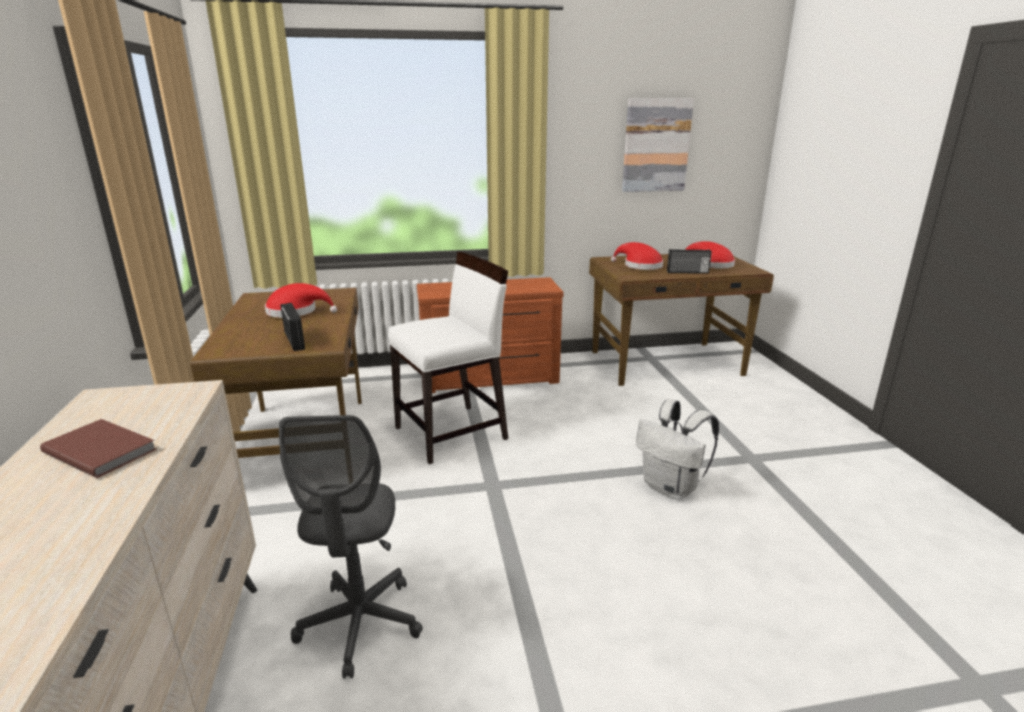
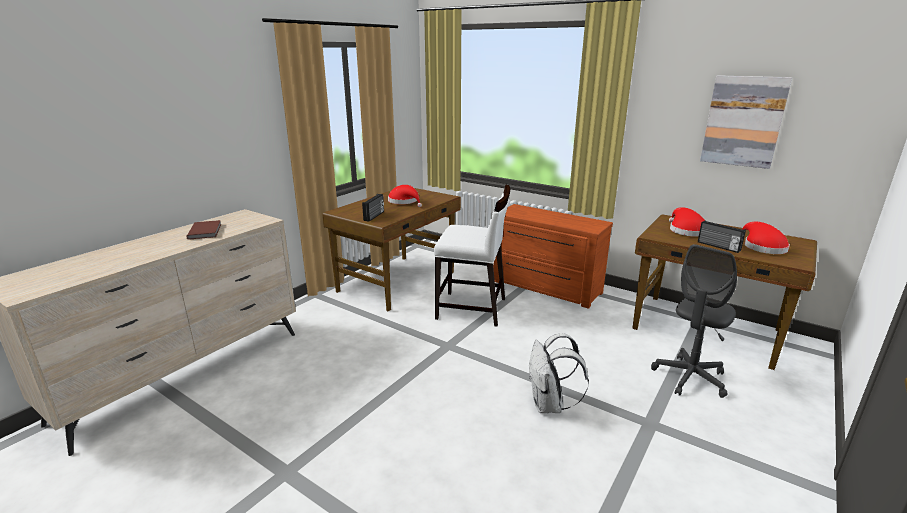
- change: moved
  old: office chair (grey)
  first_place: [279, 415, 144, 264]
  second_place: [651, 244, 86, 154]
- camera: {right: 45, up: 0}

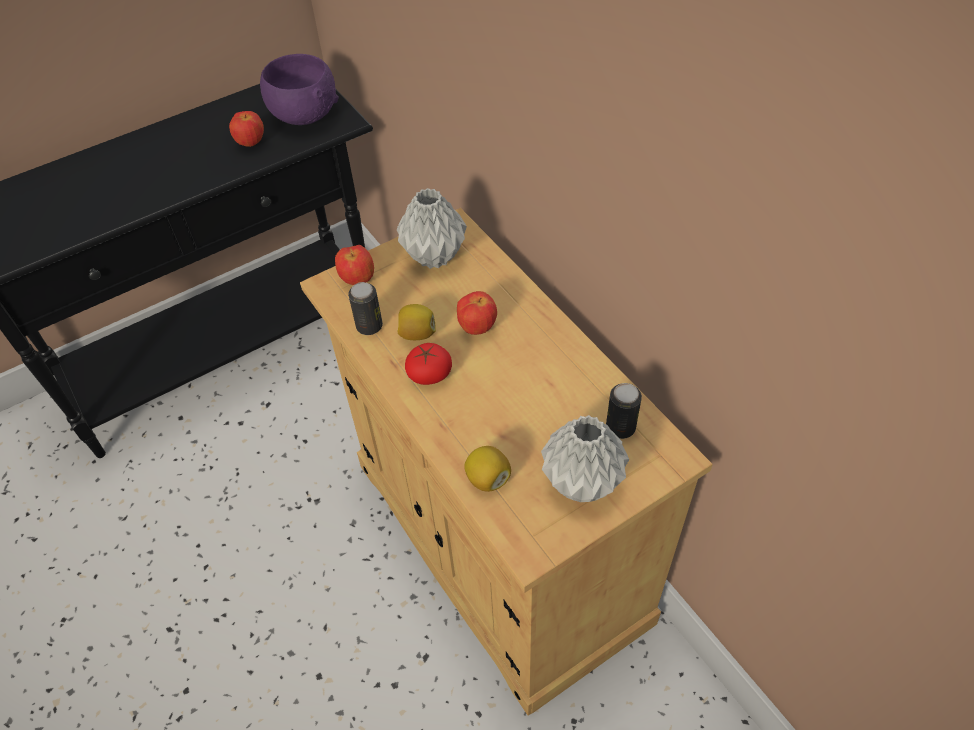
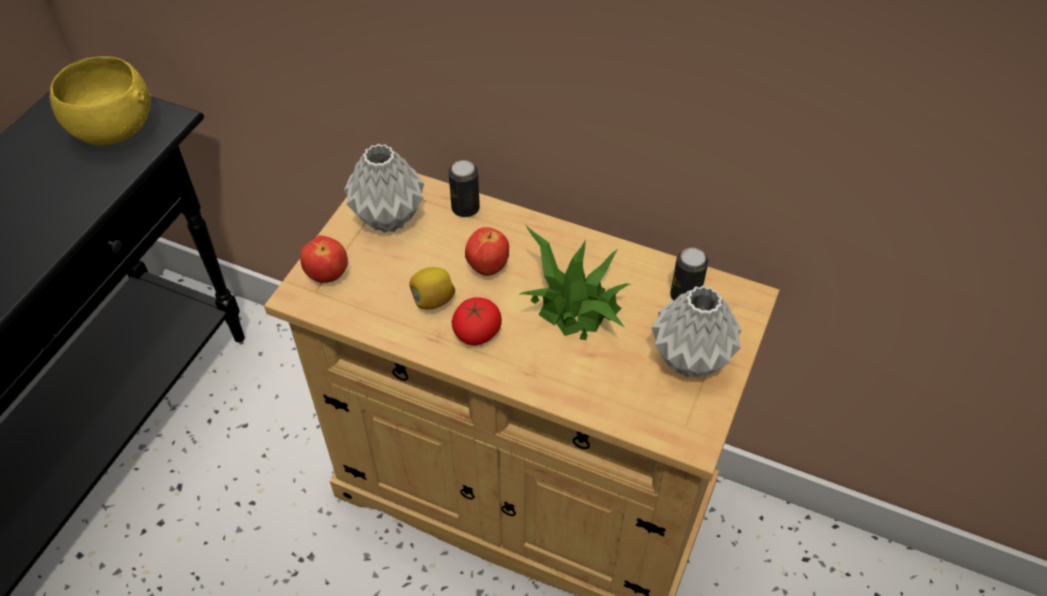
- change: recoloured
  old: bowl (purple)
  new: bowl (yellow)
  first_place: [260, 54, 79, 71]
  second_place: [50, 56, 101, 89]
- change: removed
  old: apple
  first_place: [229, 111, 35, 36]
- change: moved
  old: can
  first_place: [348, 282, 35, 53]
  second_place: [449, 160, 31, 57]
- change: removed
  old: lemon
  first_place: [464, 446, 47, 46]
- change: added
  new: potted plant
  second_place: [520, 224, 111, 116]
- camera: {right: -35, up: 0}

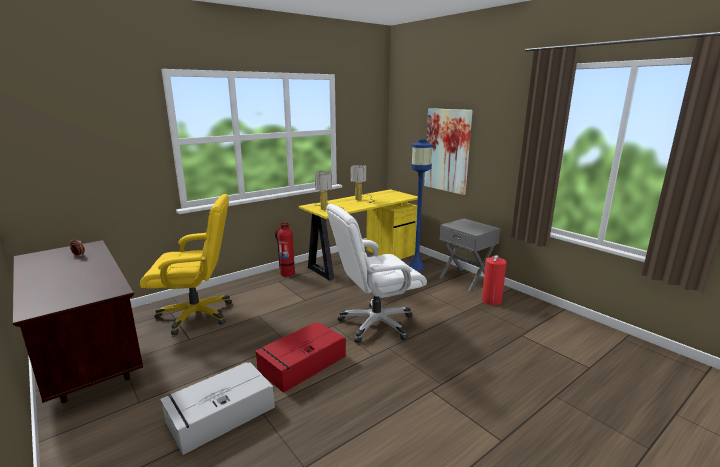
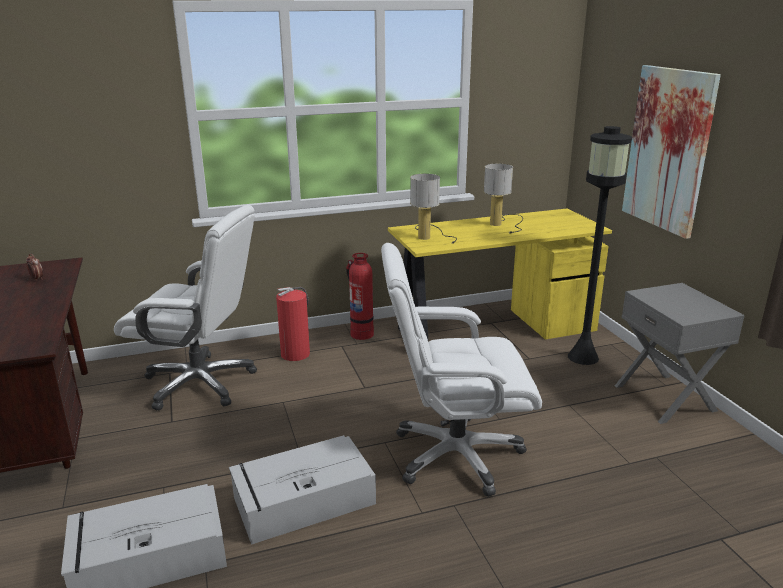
- change: recoloured
  old: floor lamp (blue)
  new: floor lamp (black)
  first_place: [409, 139, 24, 132]
  second_place: [568, 126, 64, 239]
- change: recoloured
  old: office chair (yellow)
  new: office chair (white)
  first_place: [140, 194, 92, 141]
  second_place: [114, 205, 143, 205]
- change: moved
  old: fire extinguisher
  first_place: [482, 255, 25, 50]
  second_place: [276, 287, 34, 74]
- change: recoloured
  old: storage box (red)
  new: storage box (grey)
  first_place: [255, 322, 91, 71]
  second_place: [229, 435, 147, 110]
- camera: {right: 20, up: 5}

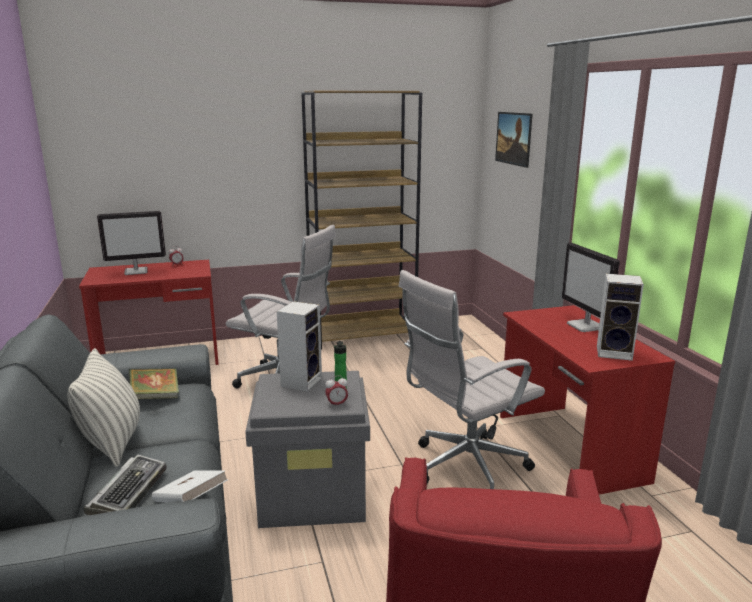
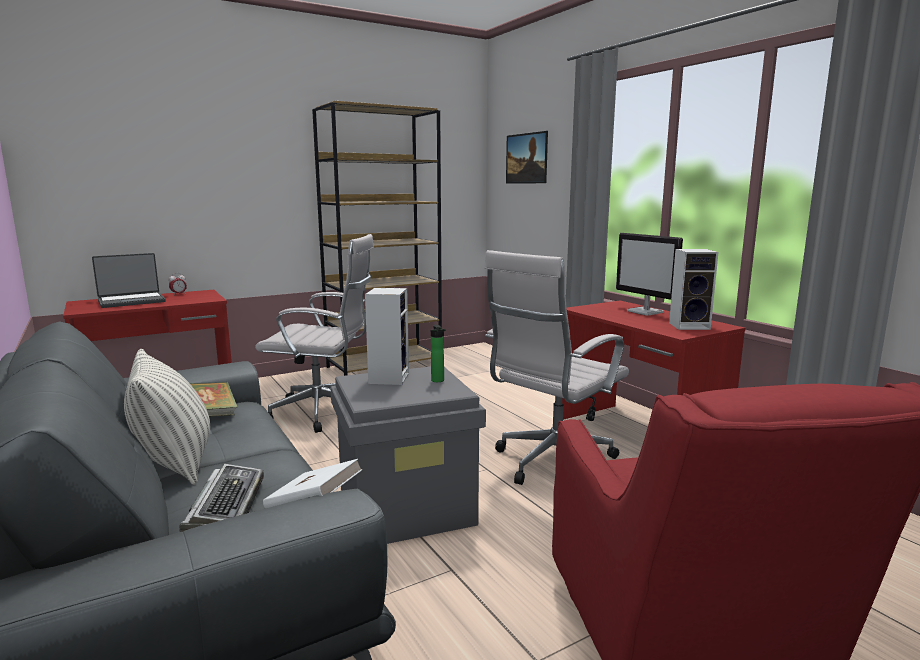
- change: replaced
  old: monitor
  new: laptop
  first_place: [97, 211, 69, 64]
  second_place: [92, 253, 74, 55]
- change: removed
  old: alarm clock
  first_place: [325, 376, 23, 31]
- camera: {right: -15, up: -5}

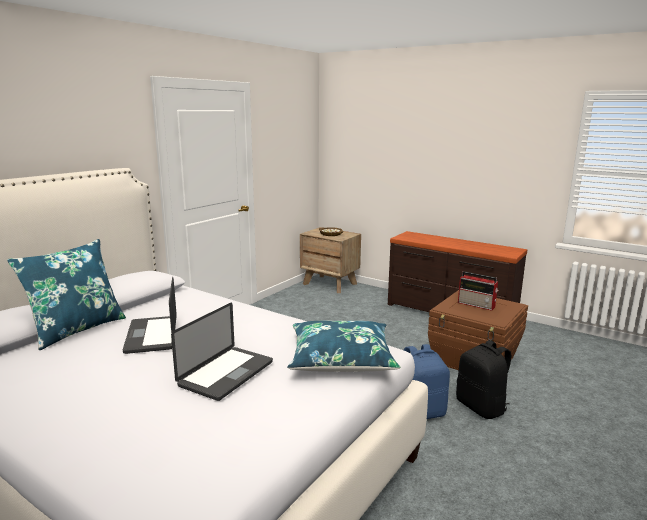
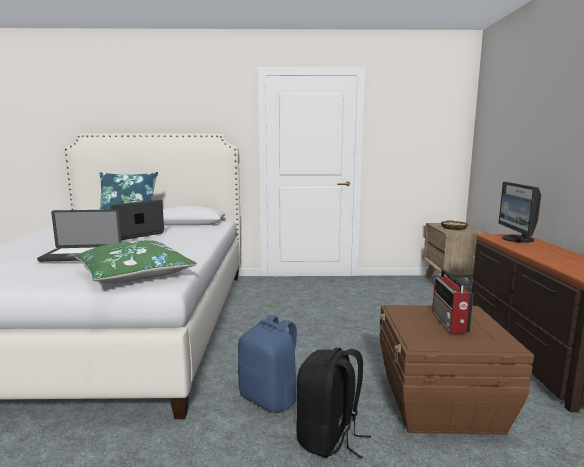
- change: recoloured
  old: pillow (blue)
  new: pillow (green)
  first_place: [287, 321, 113, 51]
  second_place: [75, 240, 122, 44]
- change: added
  new: monitor
  second_place: [498, 182, 43, 61]
- camera: {right: 55, up: -5}

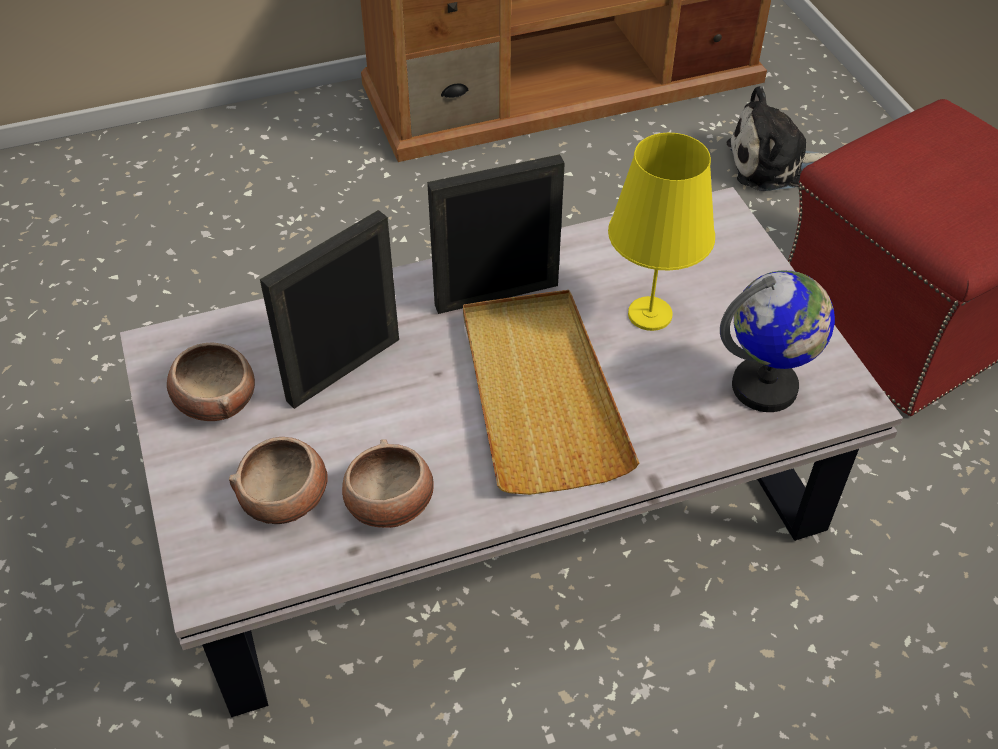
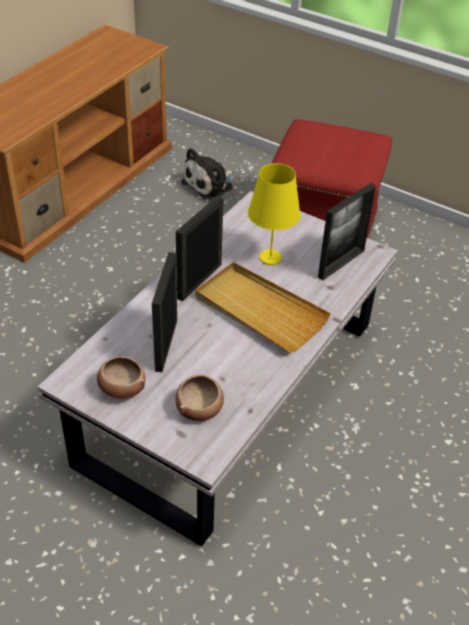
- change: replaced
  old: globe
  new: picture frame
  first_place: [720, 271, 115, 141]
  second_place: [318, 183, 58, 97]
- change: removed
  old: bowl
  first_place: [342, 439, 92, 89]
- camera: {right: -40, up: -5}

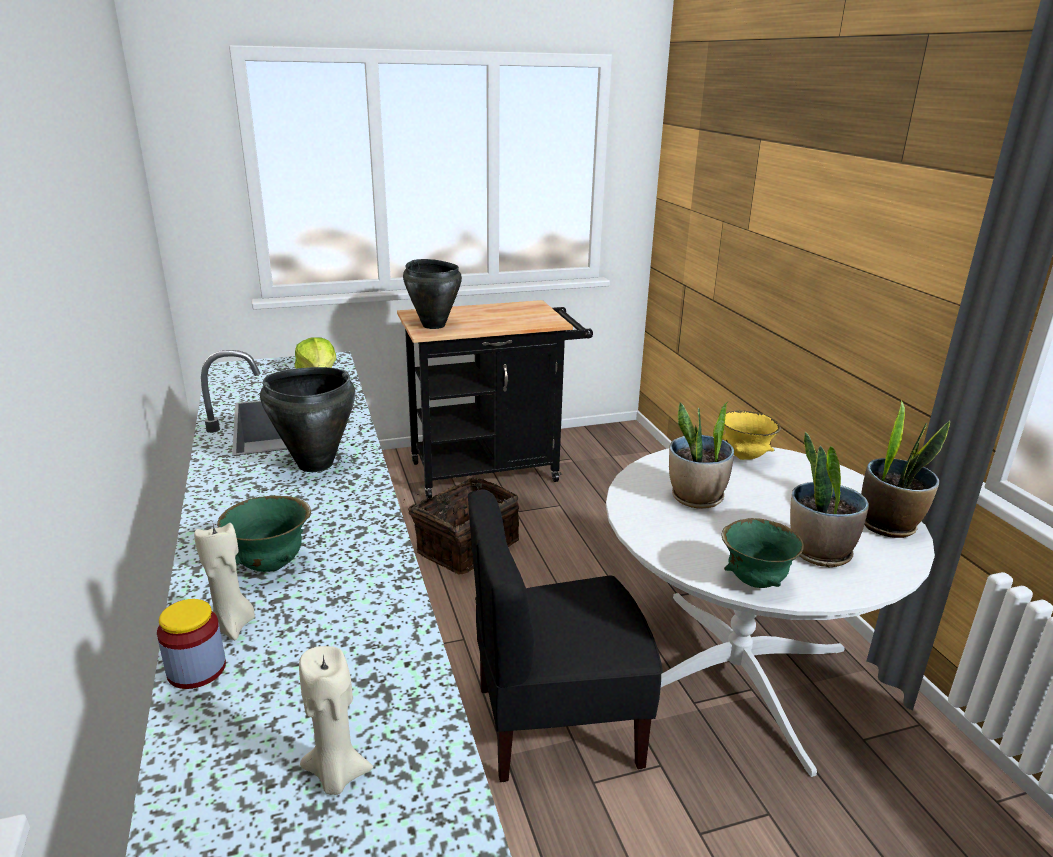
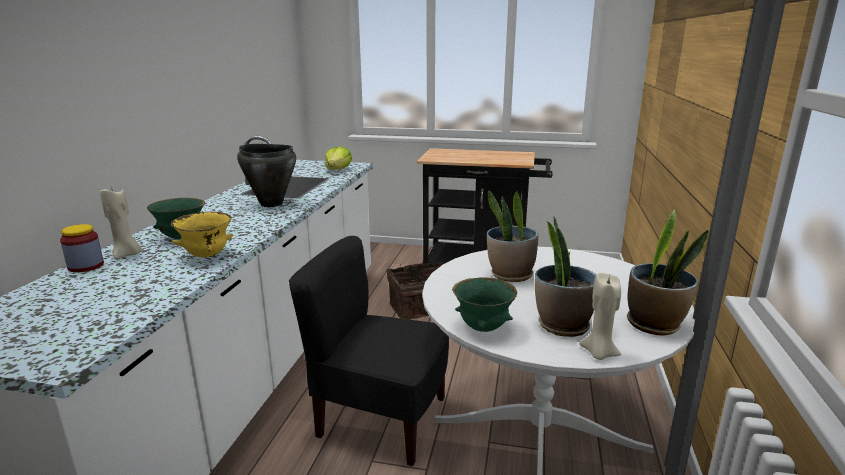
- change: removed
  old: cooking pot (black)
  first_place: [403, 259, 59, 70]
- change: moved
  old: bowl (yellow)
  first_place: [722, 411, 59, 49]
  second_place: [171, 212, 62, 46]
- change: moved
  old: candle (beige)
  first_place: [299, 646, 74, 149]
  second_place: [579, 273, 42, 87]
- camera: {right: 30, up: -5}

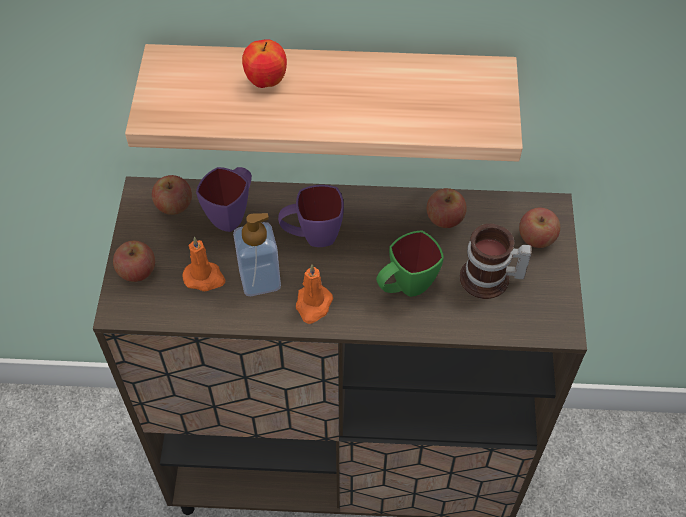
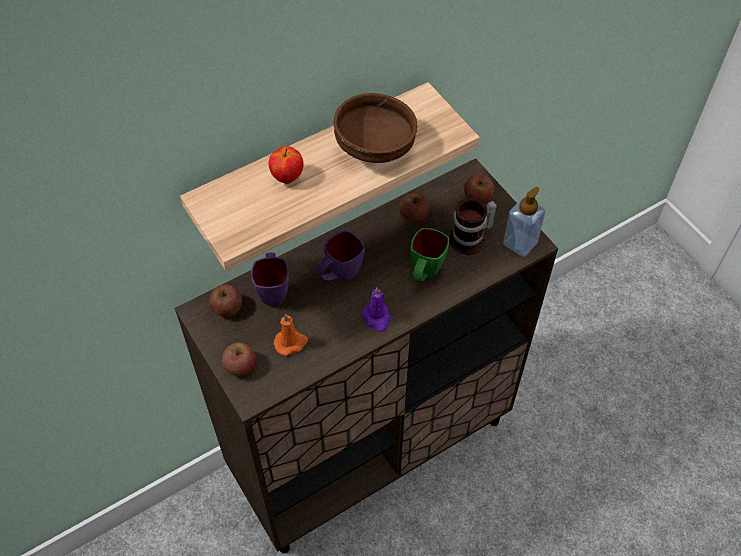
- change: moved
  old: soap dispenser
  first_place: [233, 213, 48, 83]
  second_place: [503, 187, 43, 70]
- change: recoloured
  old: candle (orange)
  new: candle (purple)
  first_place: [296, 264, 37, 60]
  second_place: [361, 287, 30, 45]
- change: added
  new: bowl (brown)
  second_place: [334, 93, 83, 70]
- camera: {right: -35, up: 0}

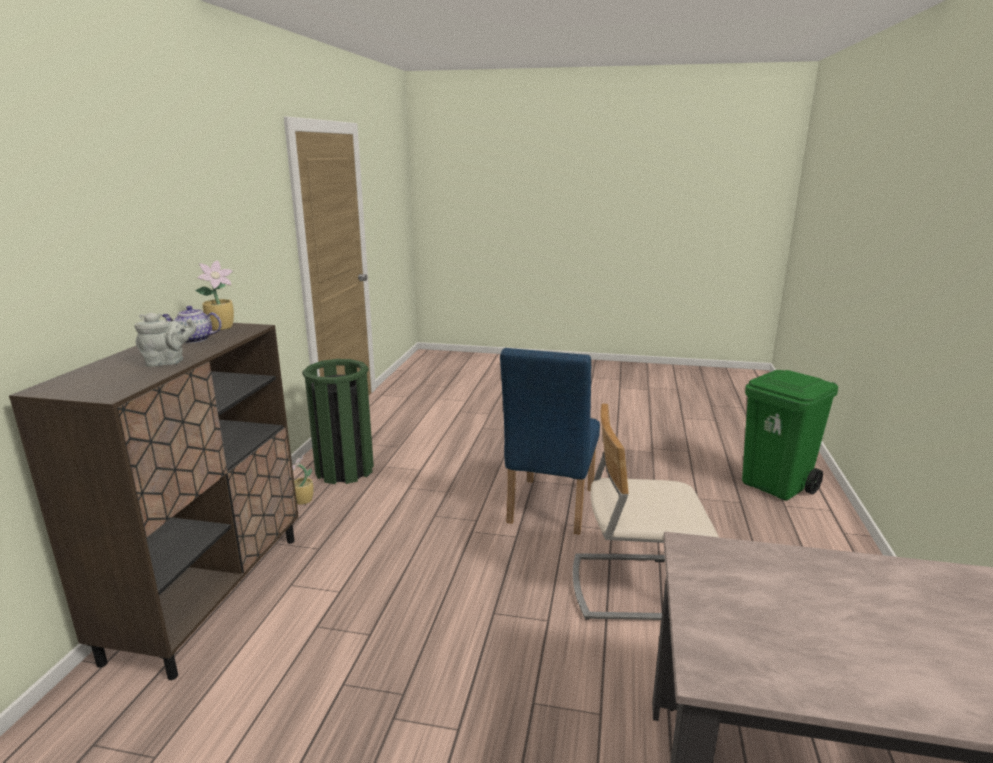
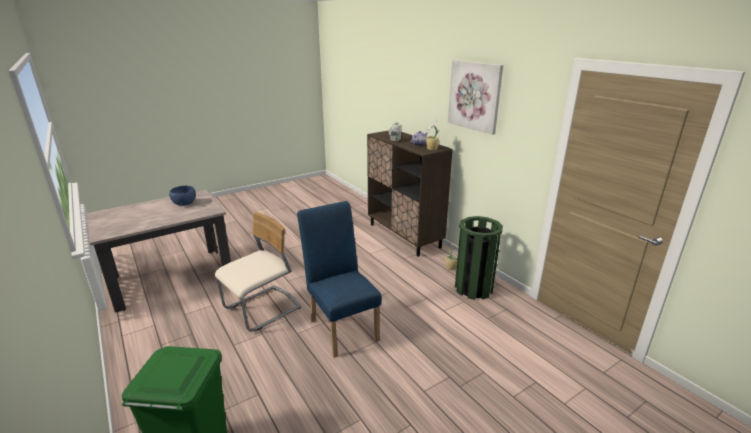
- change: added
  new: picture
  second_place: [448, 60, 55, 75]
- change: added
  new: bowl (blue)
  second_place: [169, 186, 27, 19]
- camera: {right: 135, up: 5}

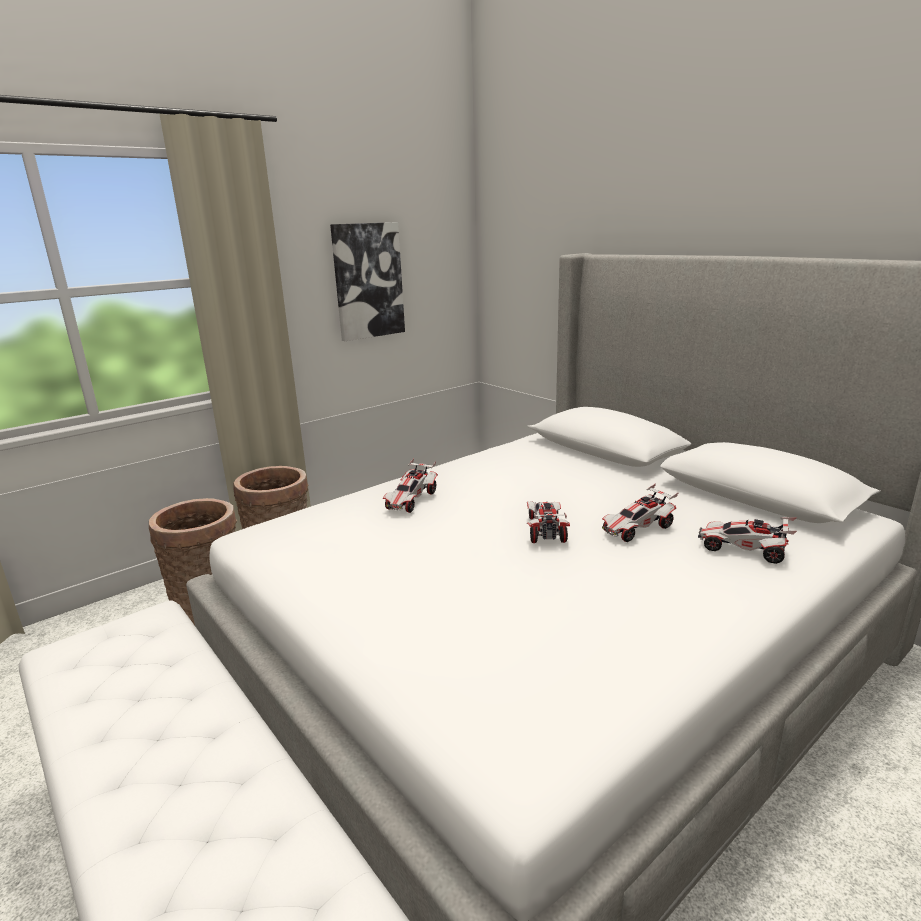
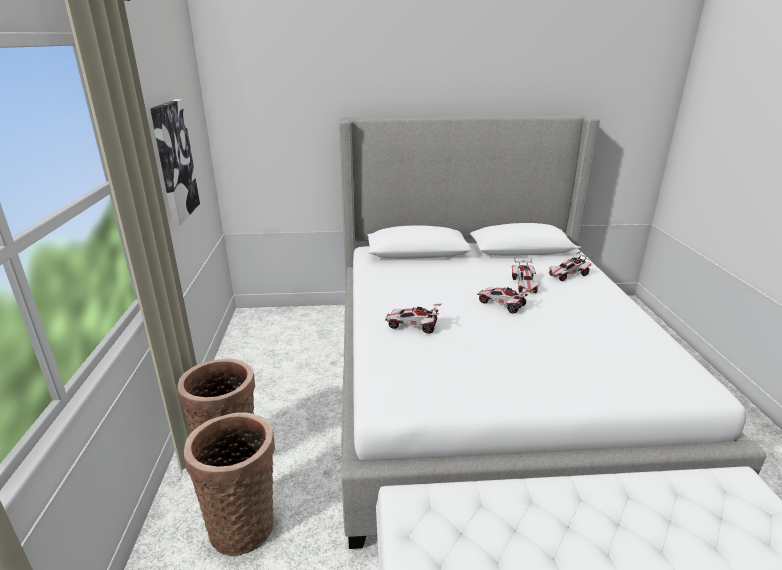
- change: turned
  old: toy car
  first_place: [383, 458, 55, 55]
  second_place: [385, 304, 57, 30]
  degrees: 135
- camera: {right: -55, up: 5}

